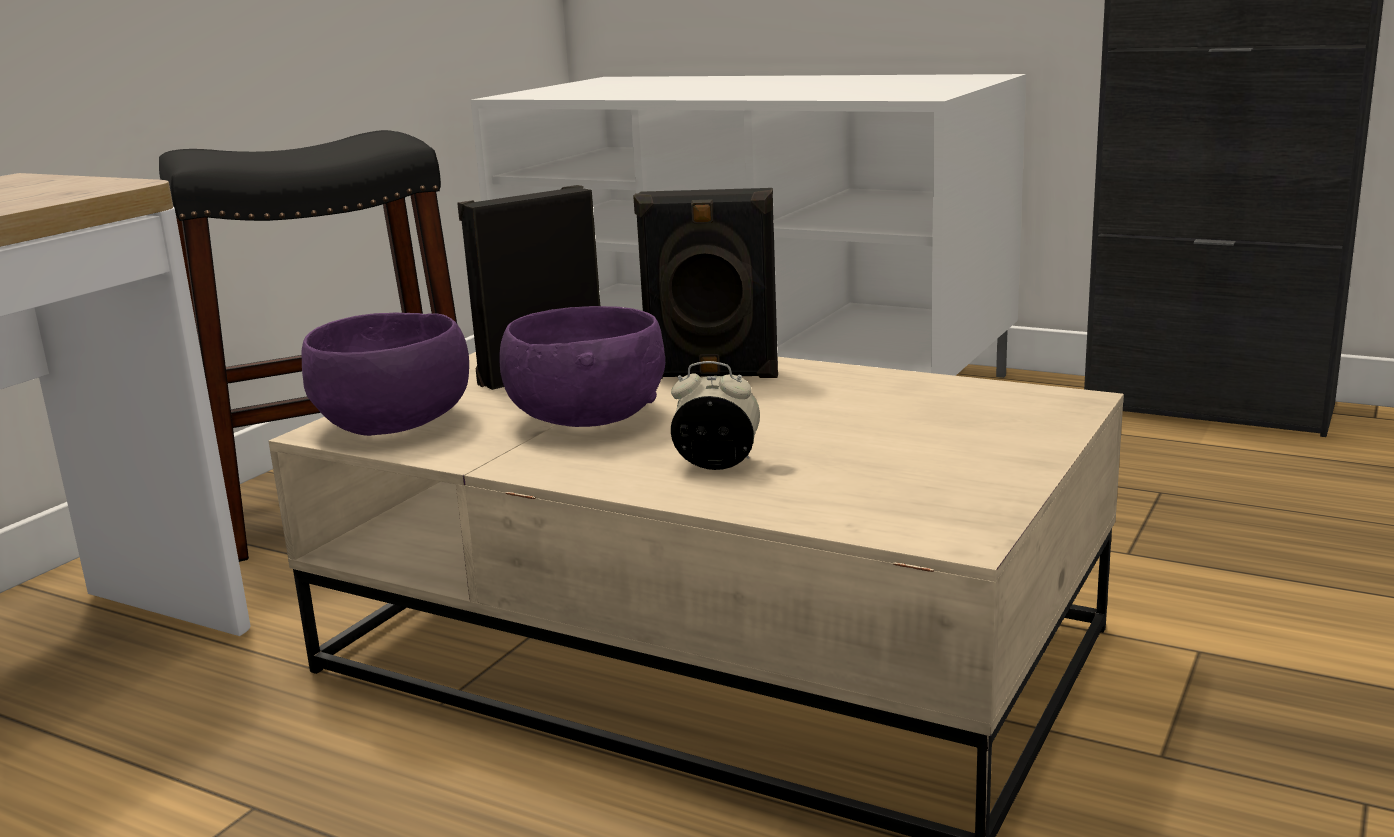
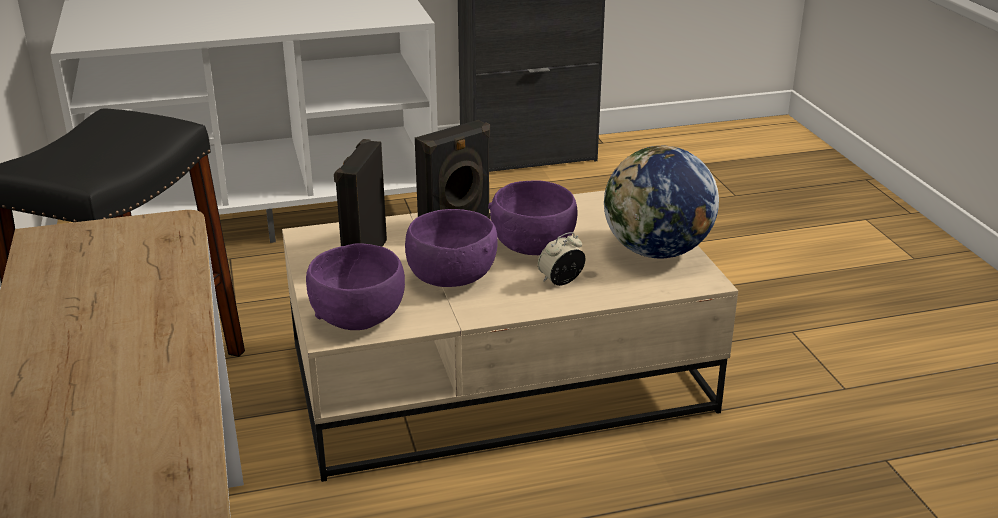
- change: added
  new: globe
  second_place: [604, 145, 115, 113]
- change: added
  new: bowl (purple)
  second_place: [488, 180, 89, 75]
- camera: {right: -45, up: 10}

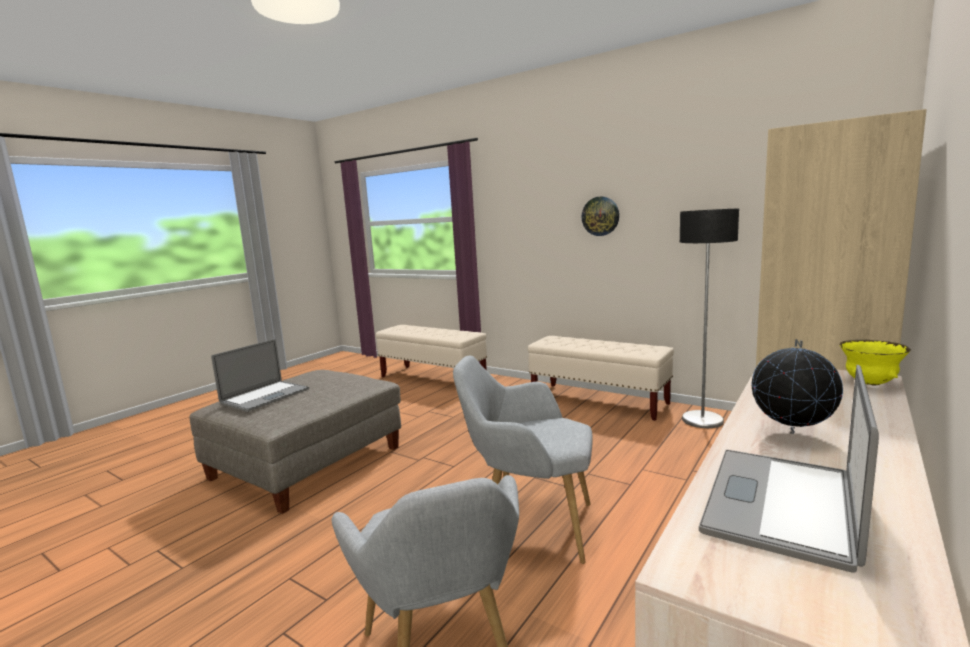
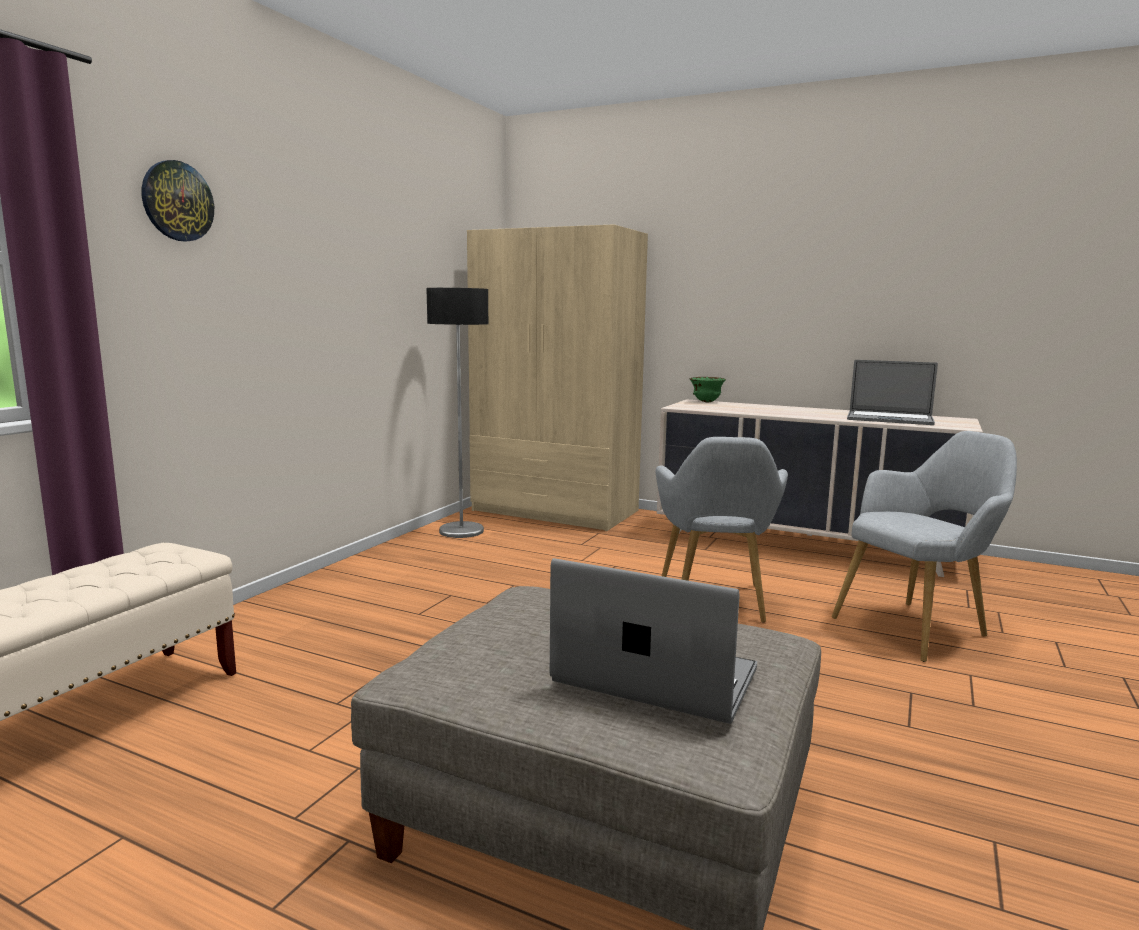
- change: moved
  old: wall clock
  first_place: [582, 196, 37, 40]
  second_place: [142, 160, 72, 81]
- change: removed
  old: bench (beige)
  first_place: [528, 336, 146, 85]
- change: removed
  old: globe
  first_place: [751, 339, 92, 95]
- change: recoloured
  old: bowl (yellow)
  new: bowl (green)
  first_place: [840, 340, 71, 45]
  second_place: [689, 377, 37, 25]
- camera: {right: -100, up: 0}

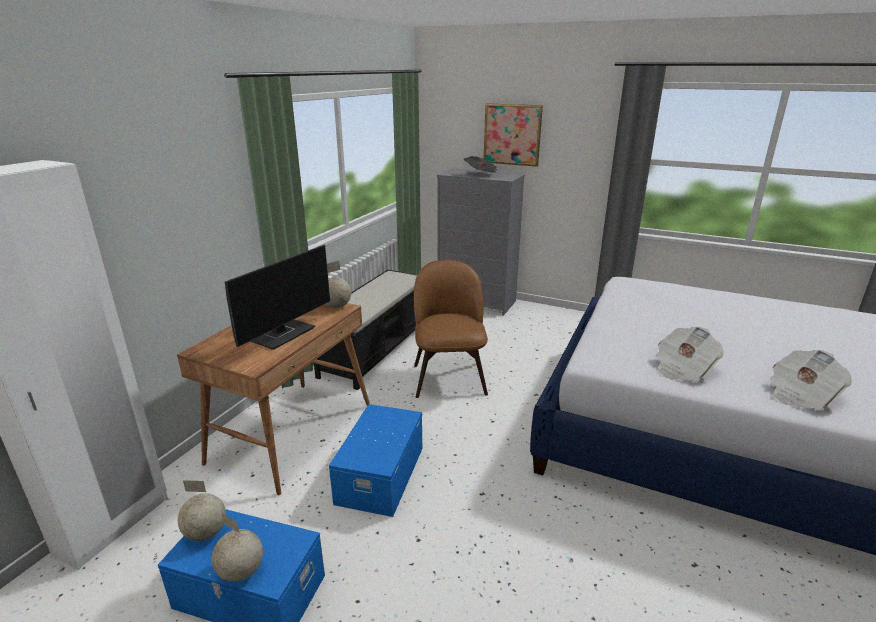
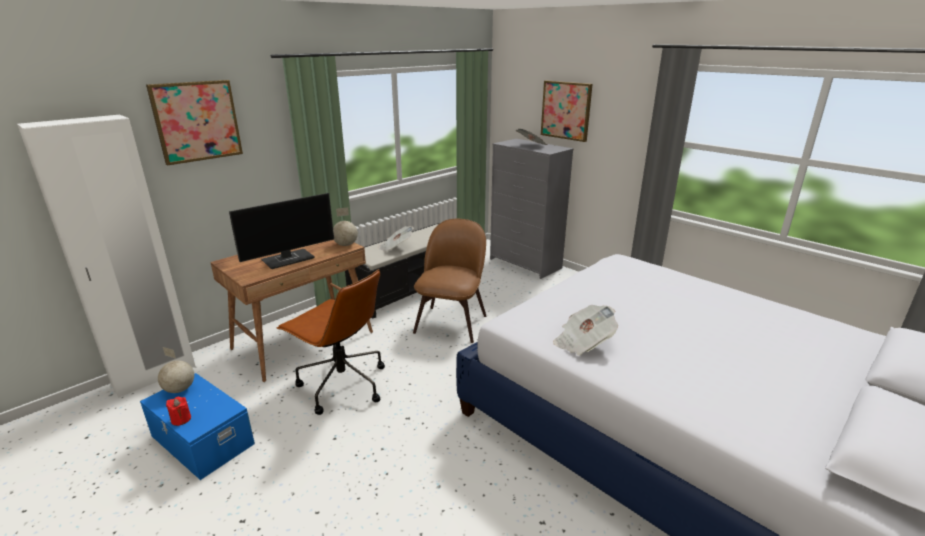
- change: moved
  old: newspaper
  first_place: [770, 350, 82, 61]
  second_place: [378, 226, 36, 26]
- change: replaced
  old: storage box (blue)
  new: office chair (brown)
  first_place: [329, 404, 93, 113]
  second_place: [277, 269, 108, 146]
- change: replaced
  old: globe
  new: candle (red)
  first_place: [212, 513, 51, 69]
  second_place: [166, 397, 25, 29]
- change: added
  new: picture
  second_place: [146, 80, 97, 85]
- camera: {right: 20, up: 0}

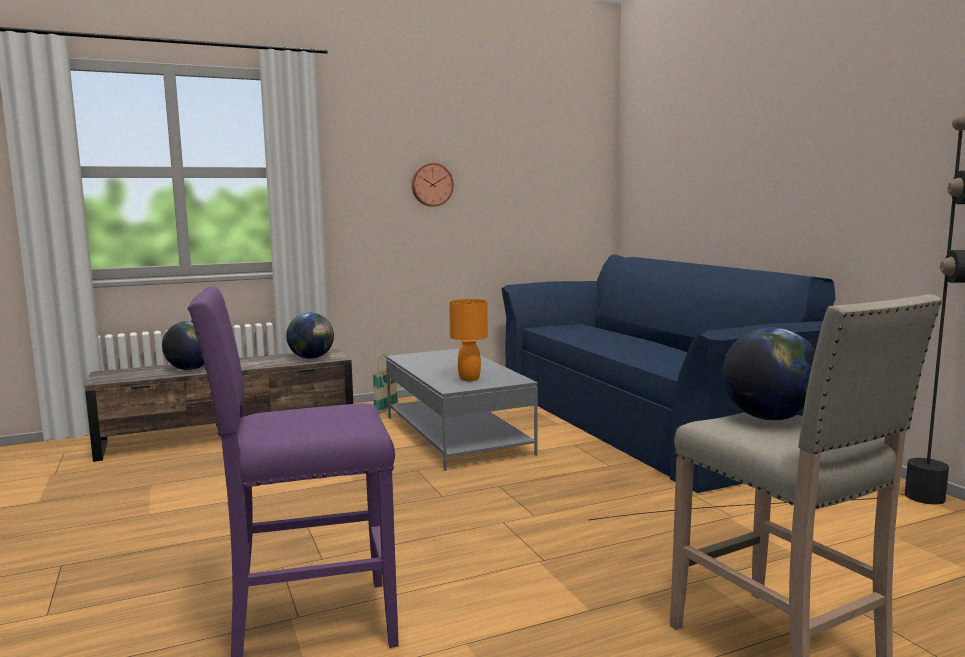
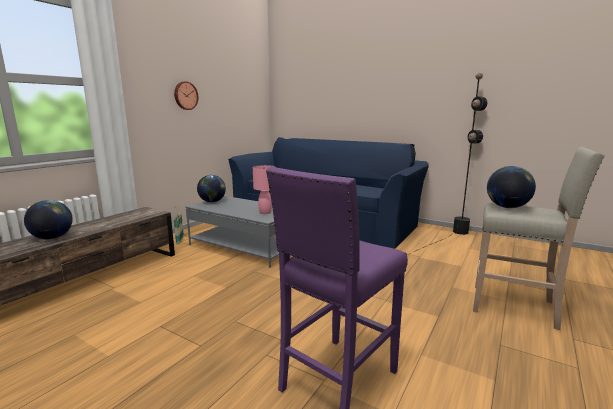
- change: recoloured
  old: table lamp (orange)
  new: table lamp (pink)
  first_place: [449, 299, 39, 82]
  second_place: [253, 165, 22, 49]
- change: moved
  old: globe
  first_place: [286, 313, 48, 46]
  second_place: [197, 175, 29, 27]
- camera: {right: -35, up: 5}

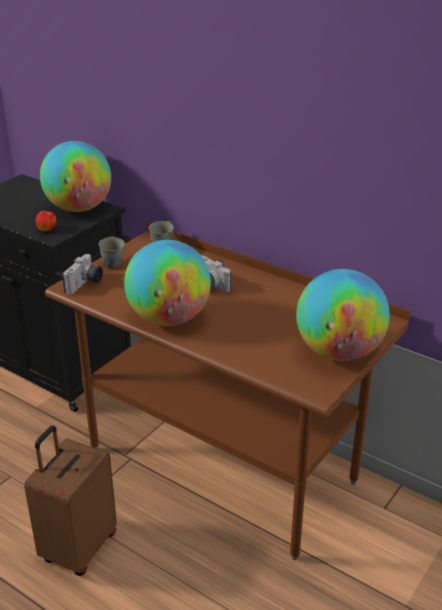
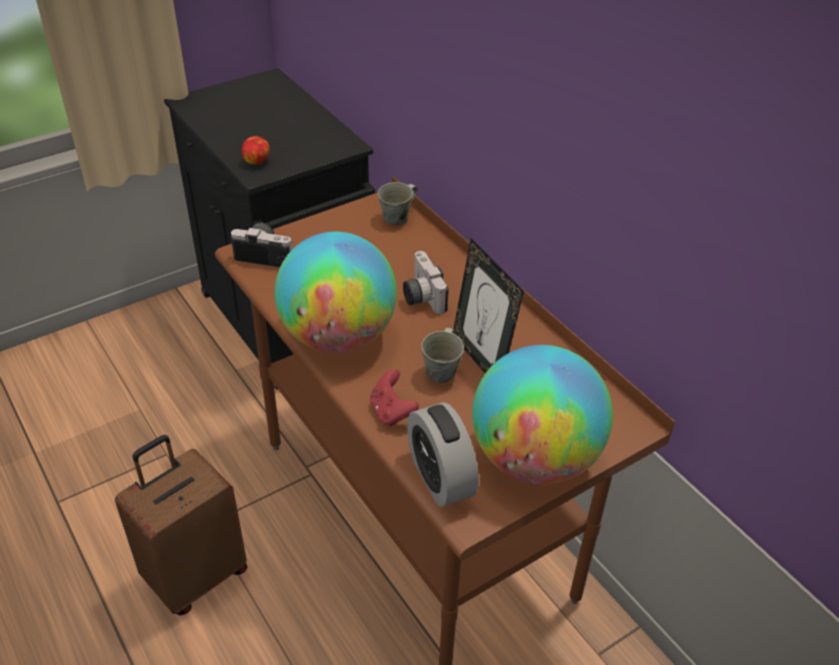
- change: removed
  old: globe
  first_place: [40, 141, 71, 71]
- change: moved
  old: mug (grey)
  first_place: [99, 237, 26, 32]
  second_place: [421, 328, 43, 55]
- change: turned
  old: photo camera
  first_place: [62, 254, 41, 41]
  second_place: [231, 222, 61, 46]
  degrees: -120
- change: added
  new: picture frame
  second_place: [454, 239, 70, 134]
- change: added
  new: game controller (red)
  second_place: [370, 369, 49, 58]
- change: added
  new: alarm clock
  second_place: [407, 402, 72, 105]
- camera: {right: 20, up: 10}

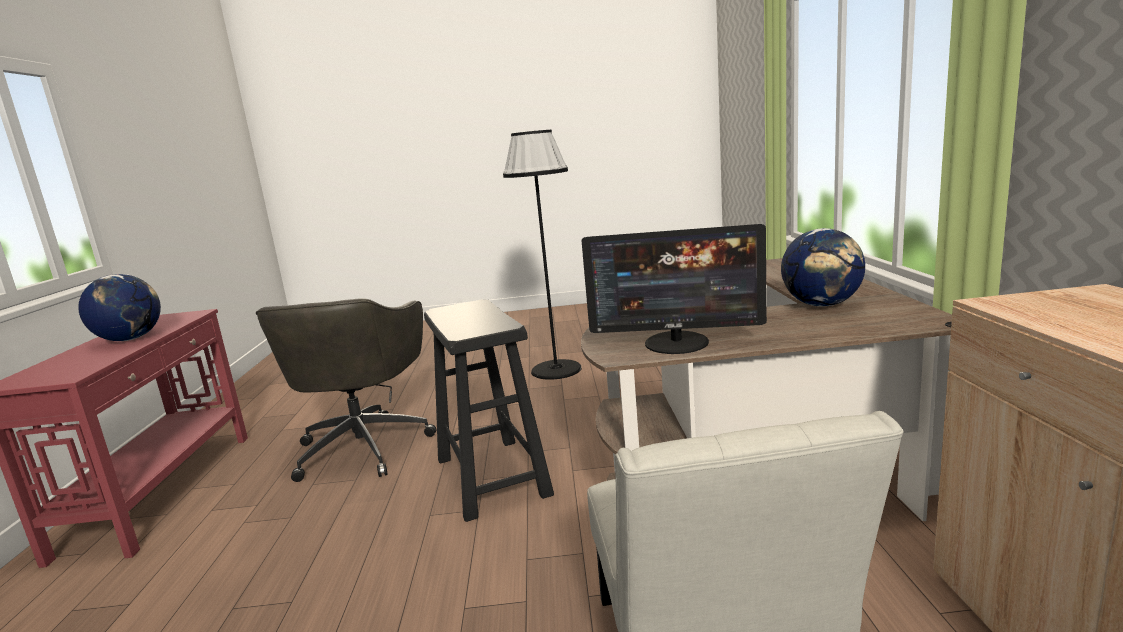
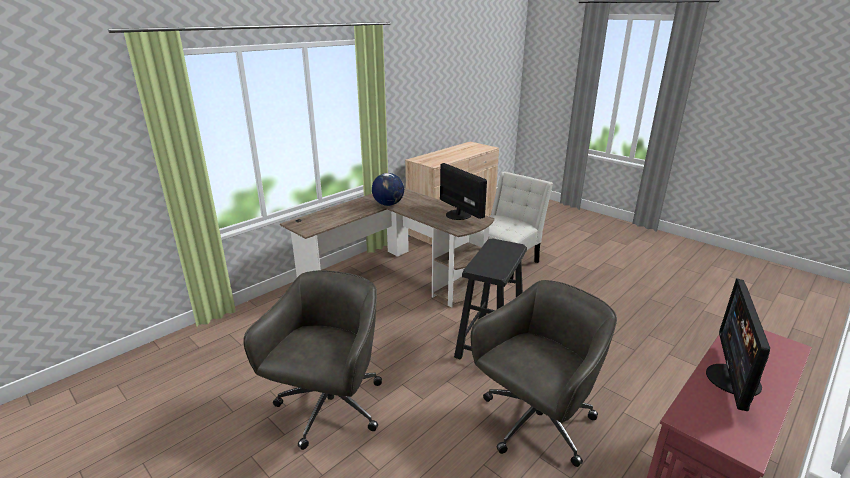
- change: replaced
  old: floor lamp (black)
  new: office chair (grey)
  first_place: [503, 130, 79, 250]
  second_place: [243, 270, 139, 180]
- change: replaced
  old: globe
  new: monitor
  first_place: [78, 274, 83, 67]
  second_place: [706, 278, 64, 133]
- camera: {right: -135, up: 10}

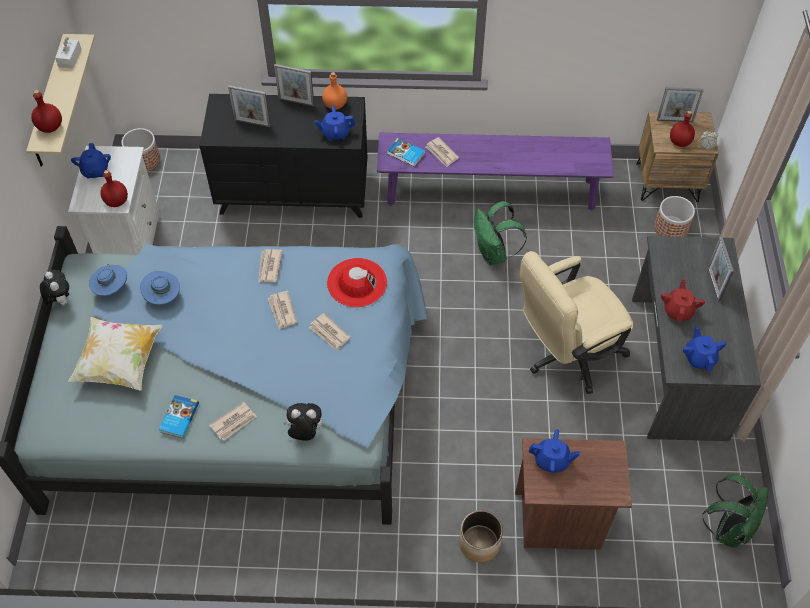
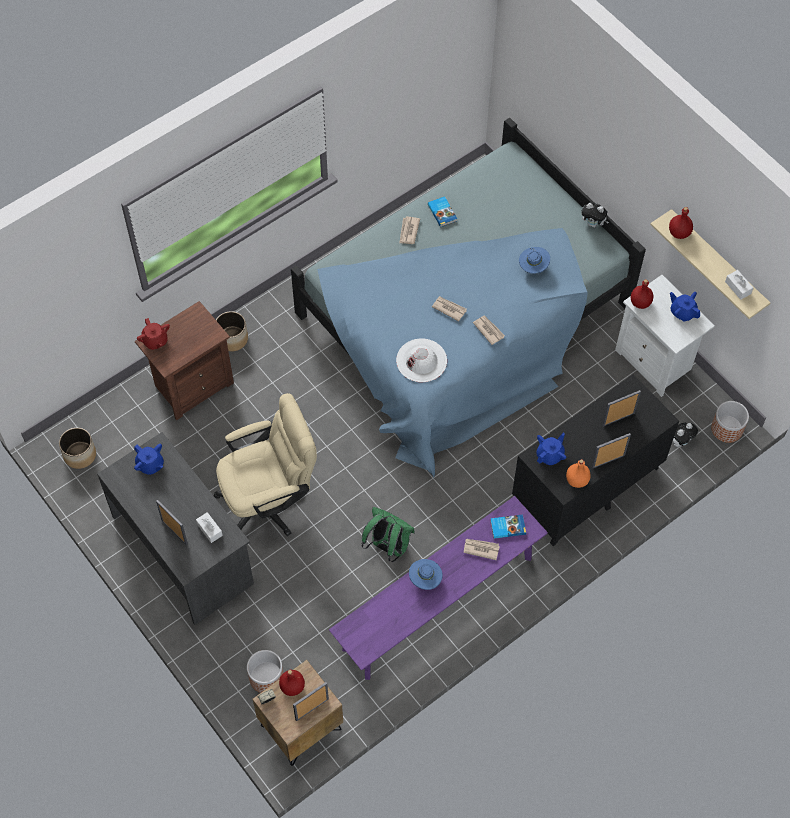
- change: turned
  old: office chair (beige)
  first_place: [520, 251, 113, 143]
  second_place: [214, 393, 103, 143]
  degrees: 45
- change: recoloured
  old: hat (red)
  new: hat (white)
  first_place: [327, 258, 60, 49]
  second_place: [396, 339, 51, 43]
- change: moved
  old: hat (blue)
  first_place: [89, 264, 38, 32]
  second_place: [409, 559, 34, 31]
- change: moved
  old: teapot (red)
  first_place: [661, 279, 44, 43]
  second_place: [137, 318, 33, 32]
- change: removed
  old: newspaper
  first_place: [309, 313, 41, 38]
- change: removed
  old: pillow
  first_place: [68, 317, 94, 74]
- change: moved
  old: plush toy
  first_place: [283, 403, 39, 37]
  second_place: [673, 423, 25, 24]
- change: removed
  old: teapot (blue)
  first_place: [529, 429, 51, 44]
- change: replaced
  old: backpack (green)
  new: planter
  first_place: [702, 474, 66, 74]
  second_place: [59, 428, 37, 41]
- change: added
  new: tissue box (white)
  second_place: [196, 512, 27, 31]
- camera: {right: 140, up: 5}

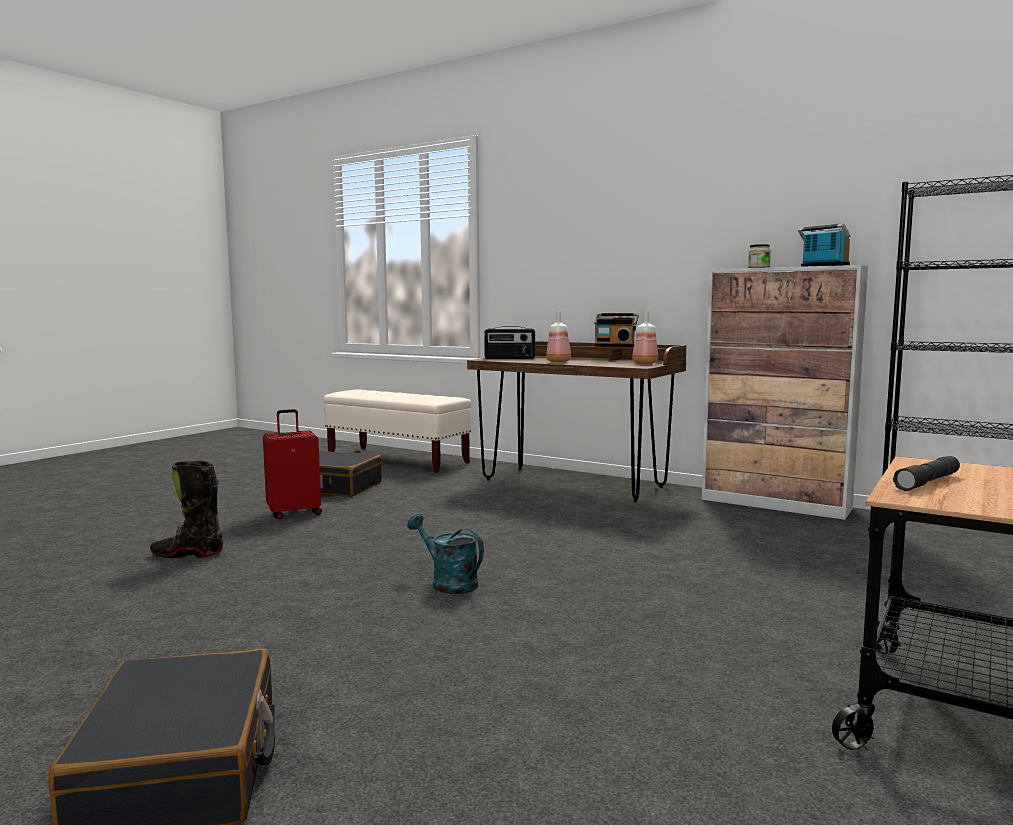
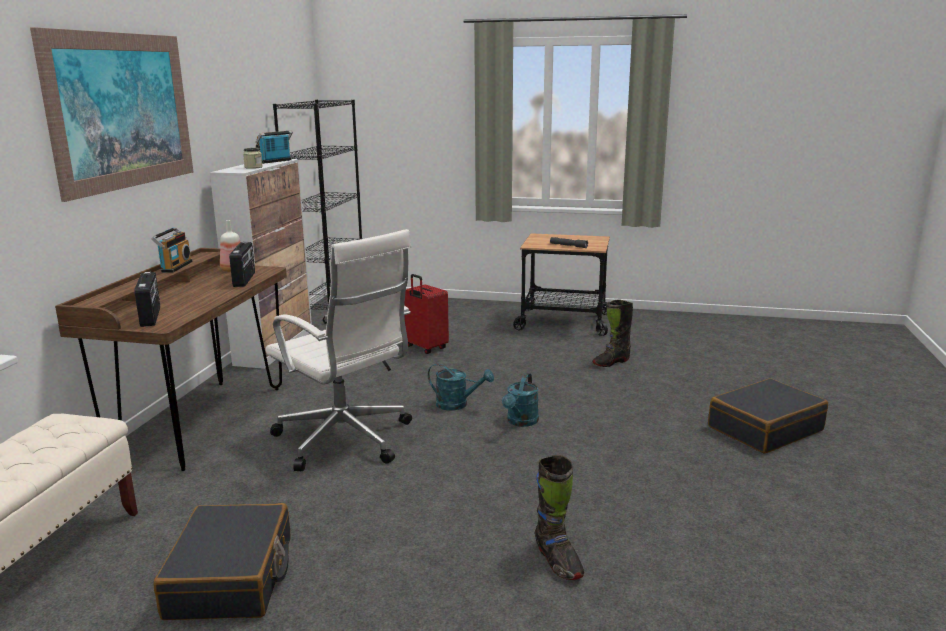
- change: removed
  old: bottle
  first_place: [546, 311, 25, 51]
- change: moved
  old: suitcase (red)
  first_place: [263, 409, 59, 110]
  second_place: [404, 274, 45, 80]
- change: added
  new: picture
  second_place: [30, 27, 163, 175]
- change: added
  new: office chair (white)
  second_place: [265, 229, 147, 242]
- change: added
  new: radio
  second_place: [229, 241, 26, 46]
- change: added
  new: boot (black)
  second_place: [592, 300, 41, 67]
- change: added
  new: watering can (turquoise)
  second_place: [428, 363, 66, 48]
- camera: {right: -110, up: 10}

